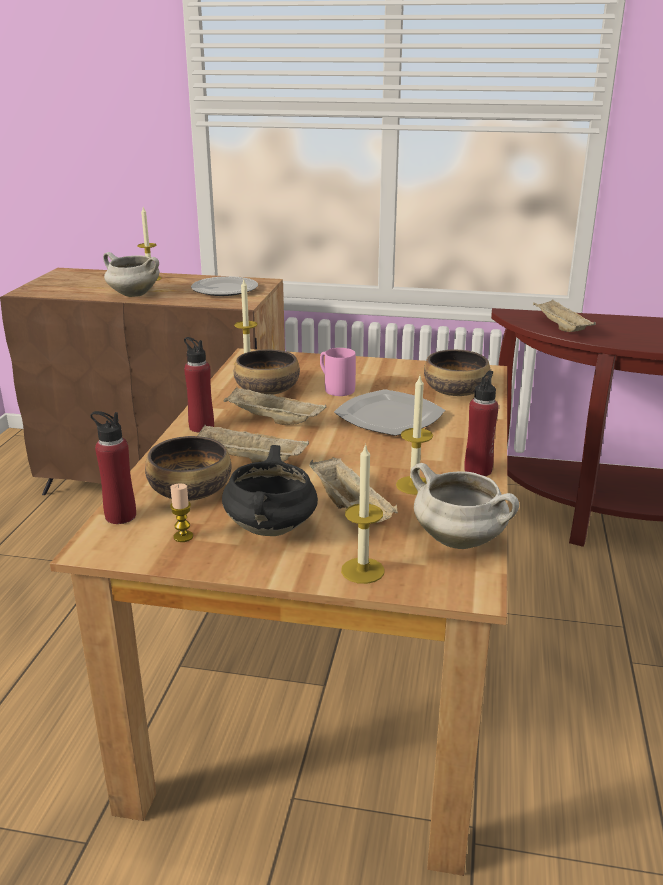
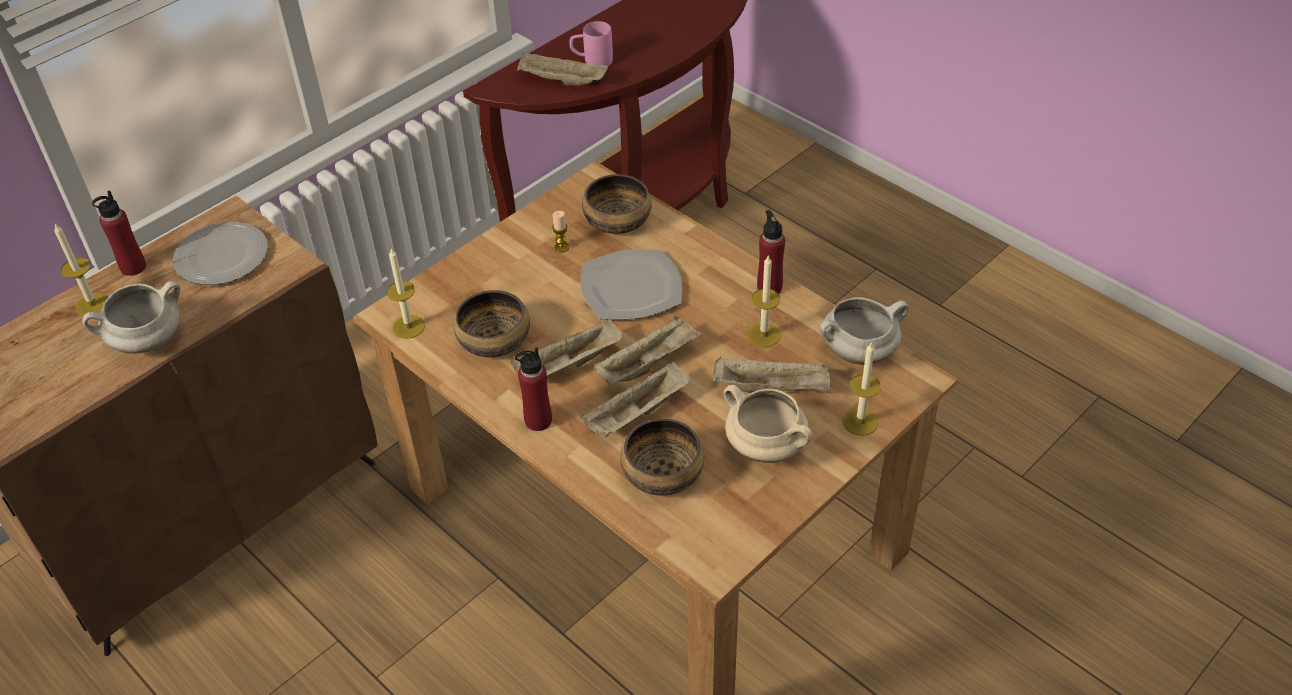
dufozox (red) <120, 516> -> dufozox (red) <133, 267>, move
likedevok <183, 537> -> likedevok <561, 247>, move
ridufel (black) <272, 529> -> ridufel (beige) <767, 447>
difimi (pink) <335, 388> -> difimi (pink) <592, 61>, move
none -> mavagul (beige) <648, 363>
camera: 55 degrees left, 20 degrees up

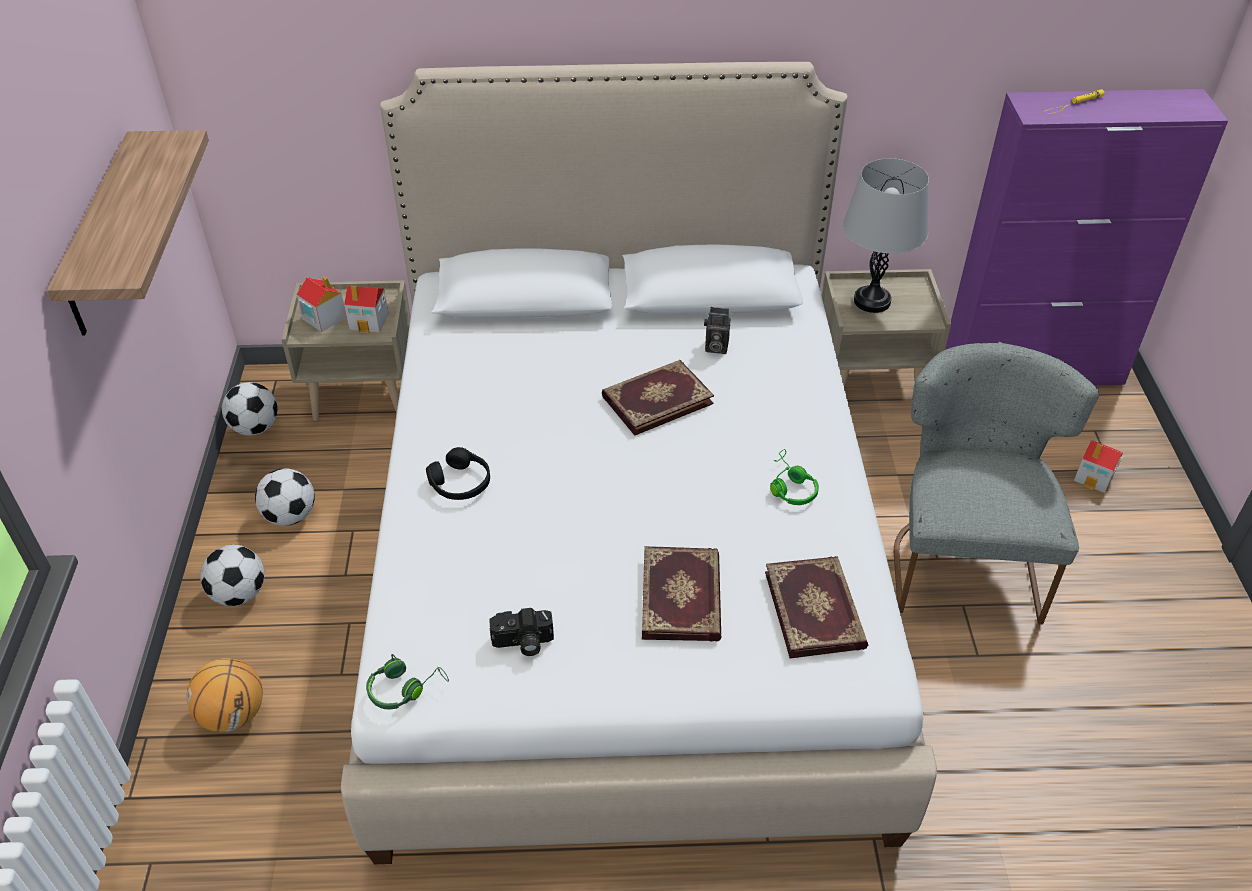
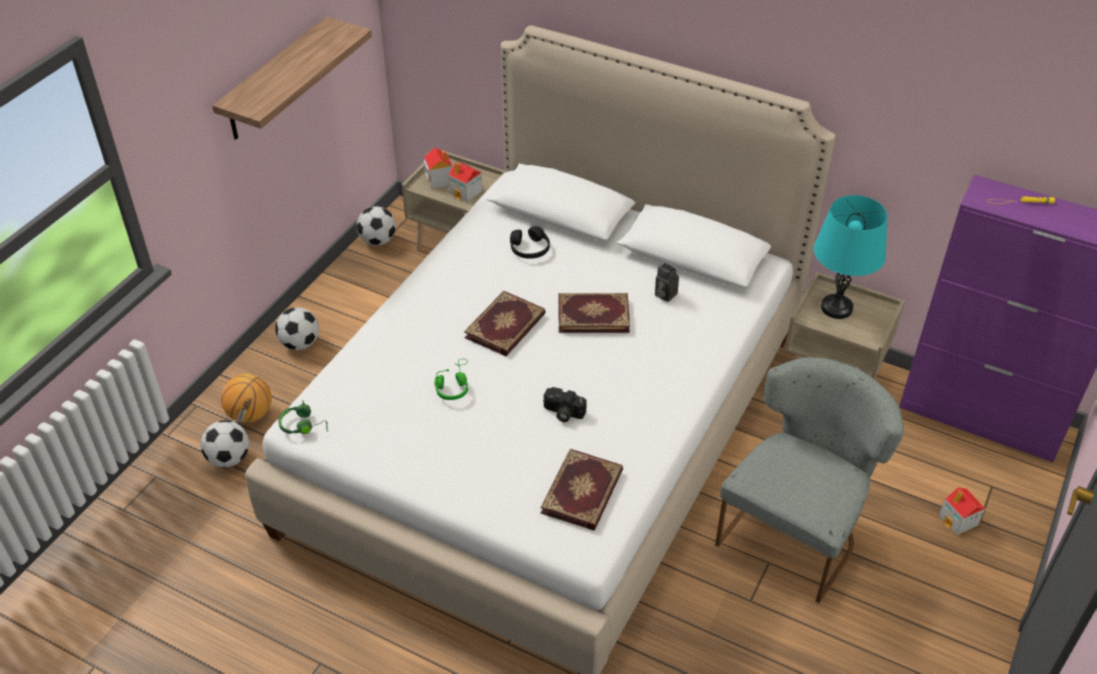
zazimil <290, 516> -> zazimil <229, 458>, move
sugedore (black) <460, 483> -> sugedore (black) <530, 249>, move
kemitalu <522, 643> -> kemitalu <562, 413>, move
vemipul <683, 597> -> vemipul <506, 326>, move
sugedore (green) <790, 487> -> sugedore (green) <453, 385>, move
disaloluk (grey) <872, 301> -> disaloluk (turquoise) <836, 308>
camera: 30 degrees right, 0 degrees up

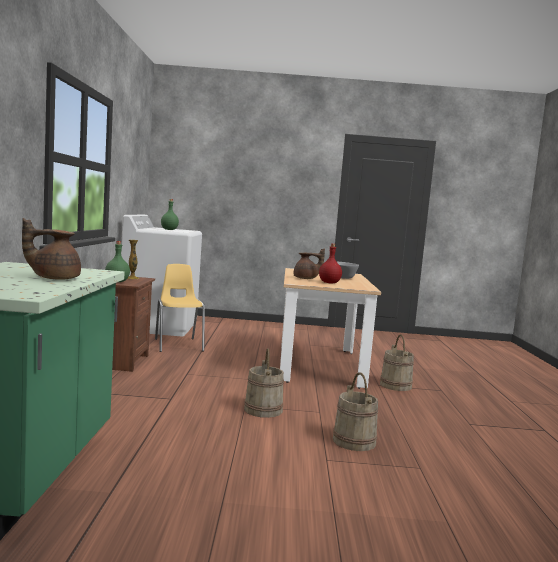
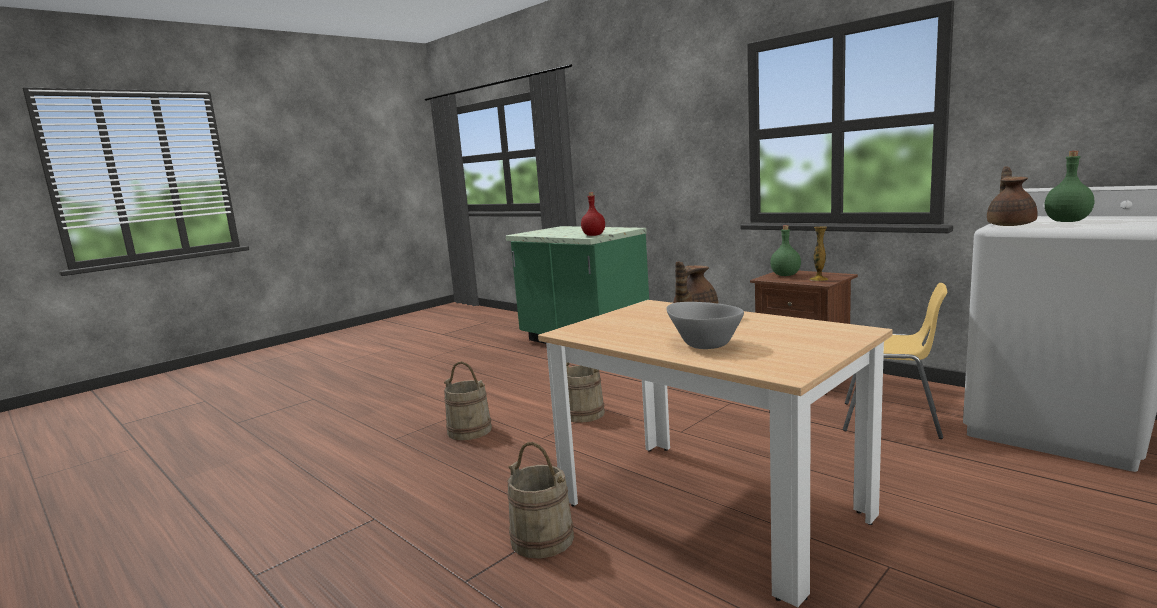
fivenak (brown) <54, 278> -> fivenak (brown) <1010, 225>, move
dufozox (red) <329, 283> -> dufozox (red) <594, 235>, move
camera: 135 degrees right, 5 degrees up

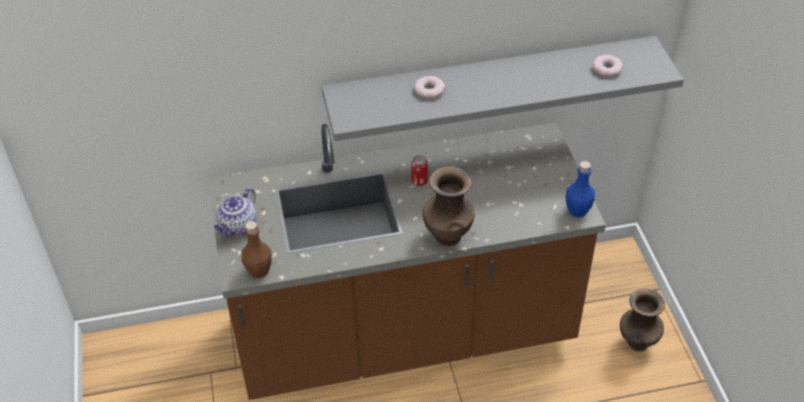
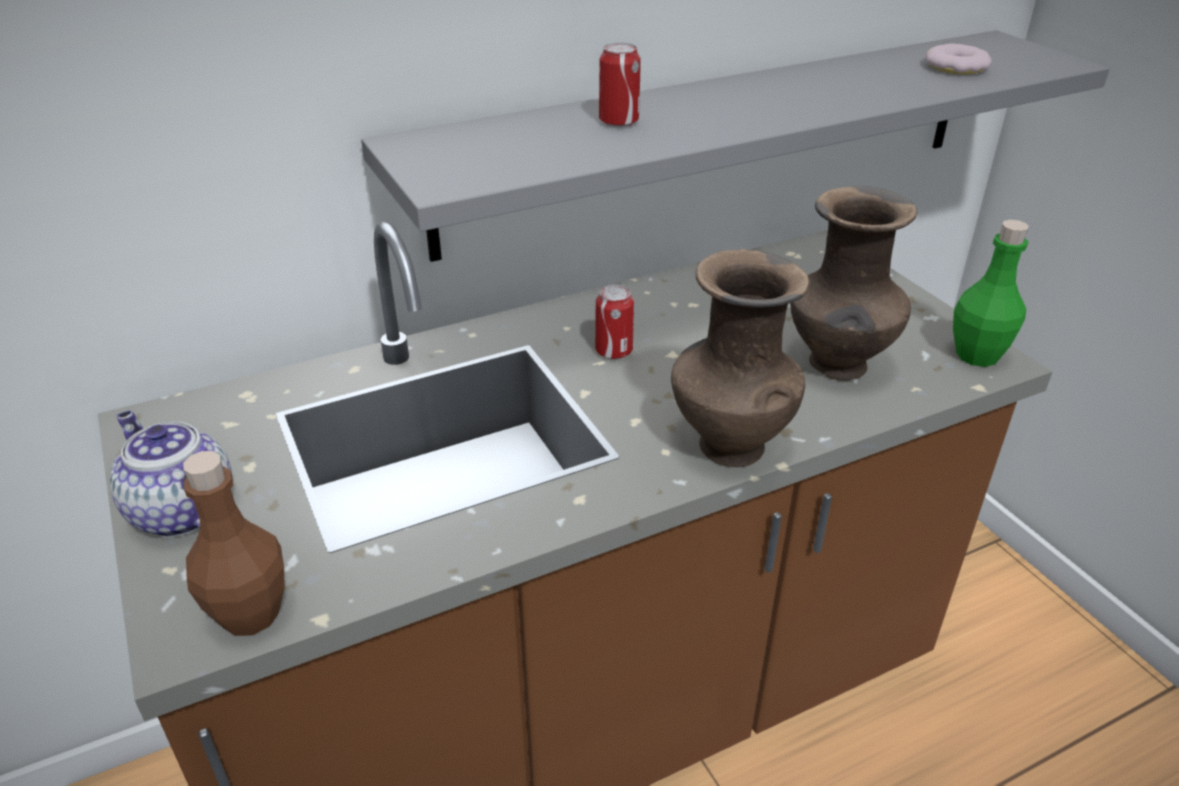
fivenak <238, 227> -> fivenak <180, 511>, 120 degrees clockwise
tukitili <429, 90> -> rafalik <618, 121>
dufozox (blue) <577, 210> -> dufozox (green) <977, 355>
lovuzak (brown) <637, 343> -> lovuzak (brown) <838, 366>, move
camera: 15 degrees left, 10 degrees down

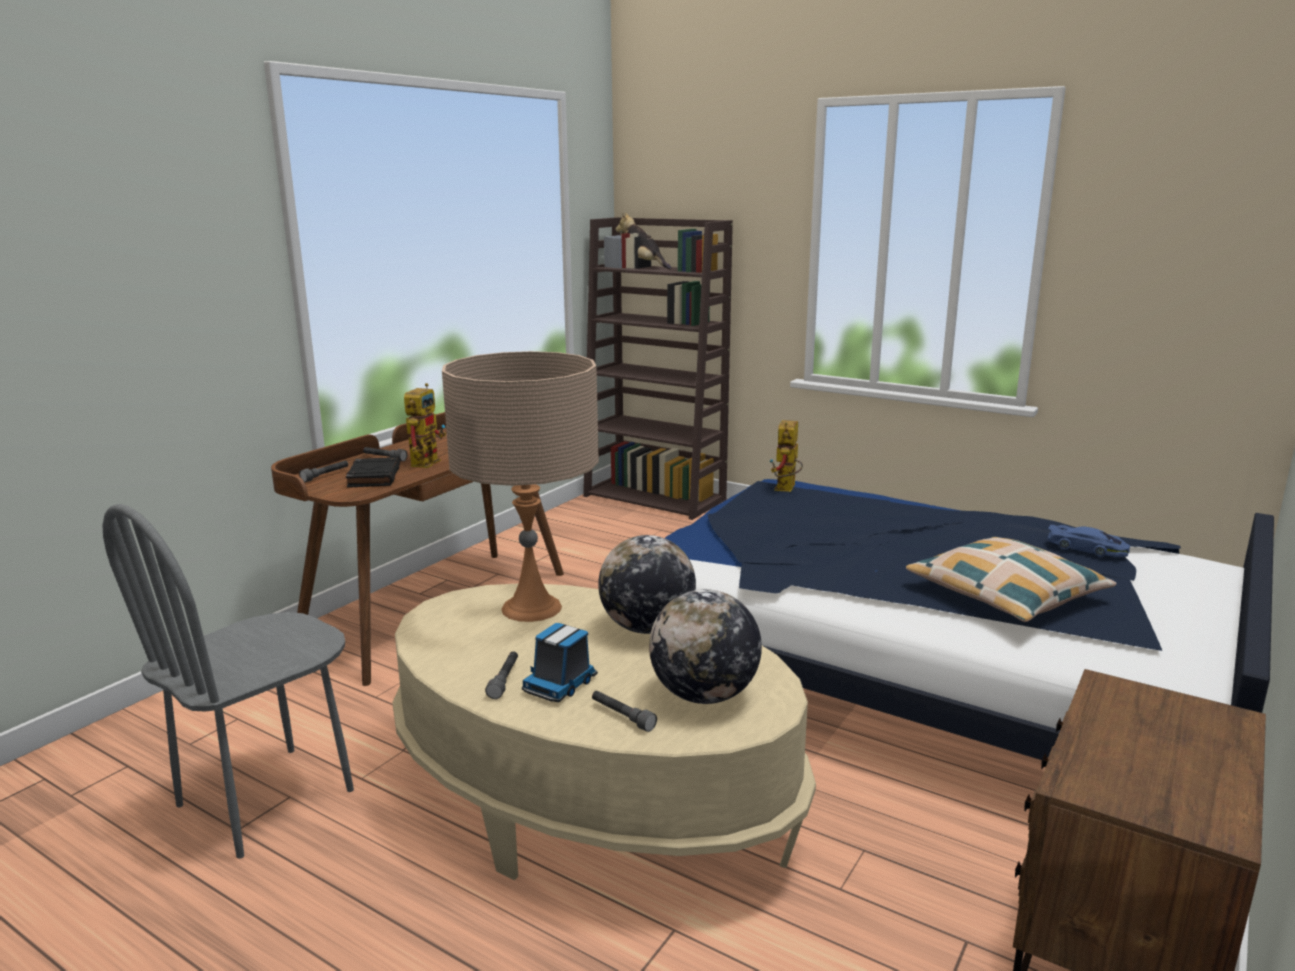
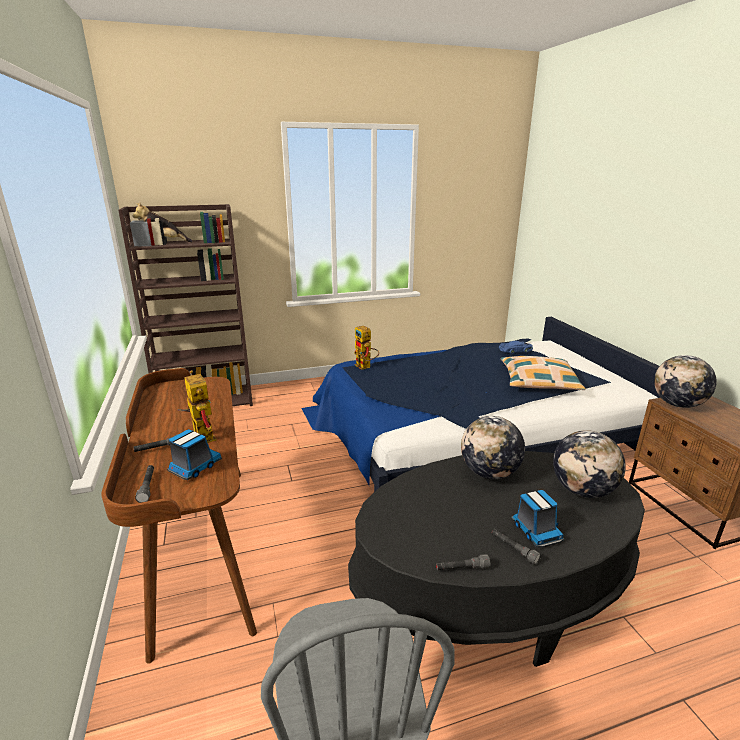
vemipul (black) <373, 477> -> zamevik <194, 467>
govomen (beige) <591, 797> -> govomen (black) <491, 588>
disaloluk (beige) <531, 608> -> none
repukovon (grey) <622, 717> -> repukovon (grey) <462, 568>, move
none -> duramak <677, 404>
camera: 50 degrees left, 5 degrees up

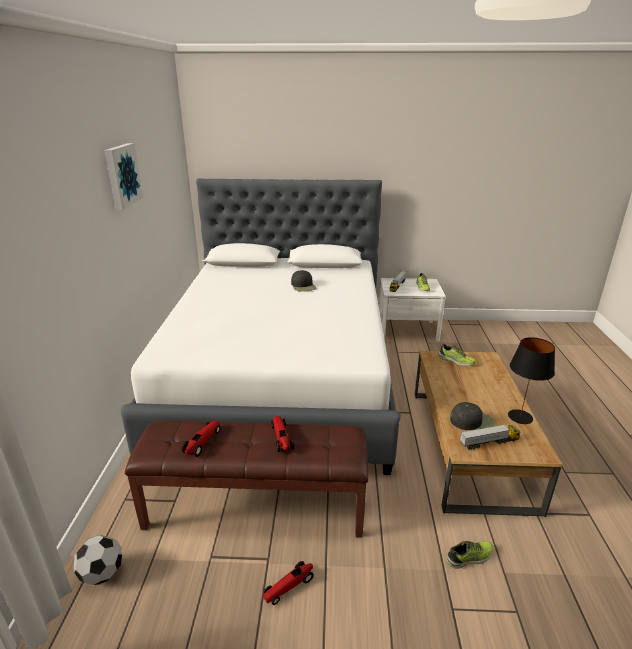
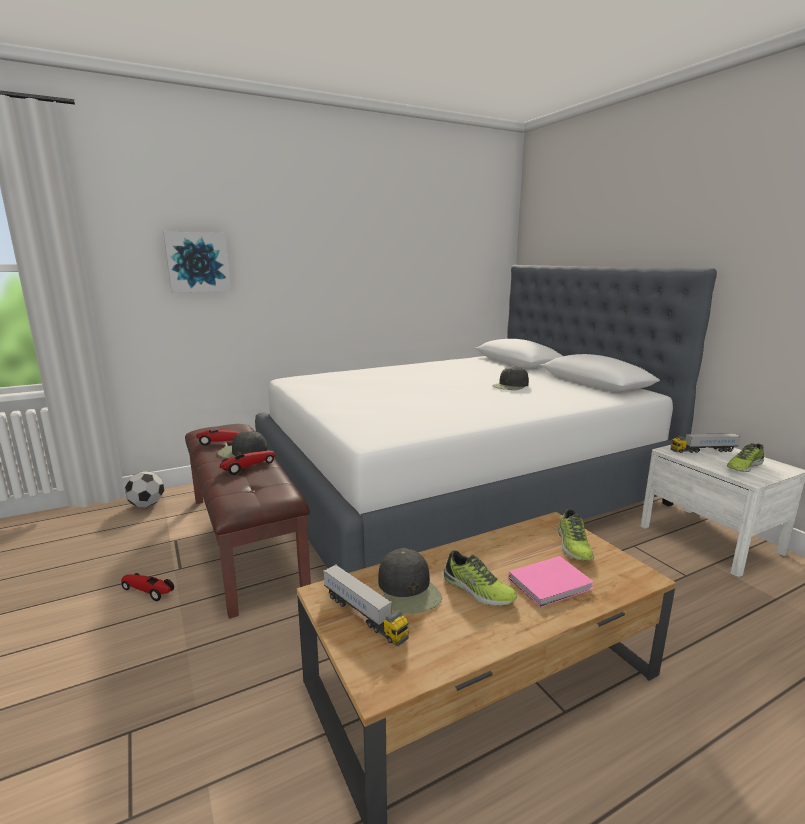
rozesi <121, 175> -> rozesi <198, 262>, move
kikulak <469, 557> -> kikulak <477, 590>, move
disaloluk (black) <520, 416> -> none
none -> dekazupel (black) <242, 452>
none -> vemipul (pink) <552, 583>
camera: 60 degrees right, 10 degrees down

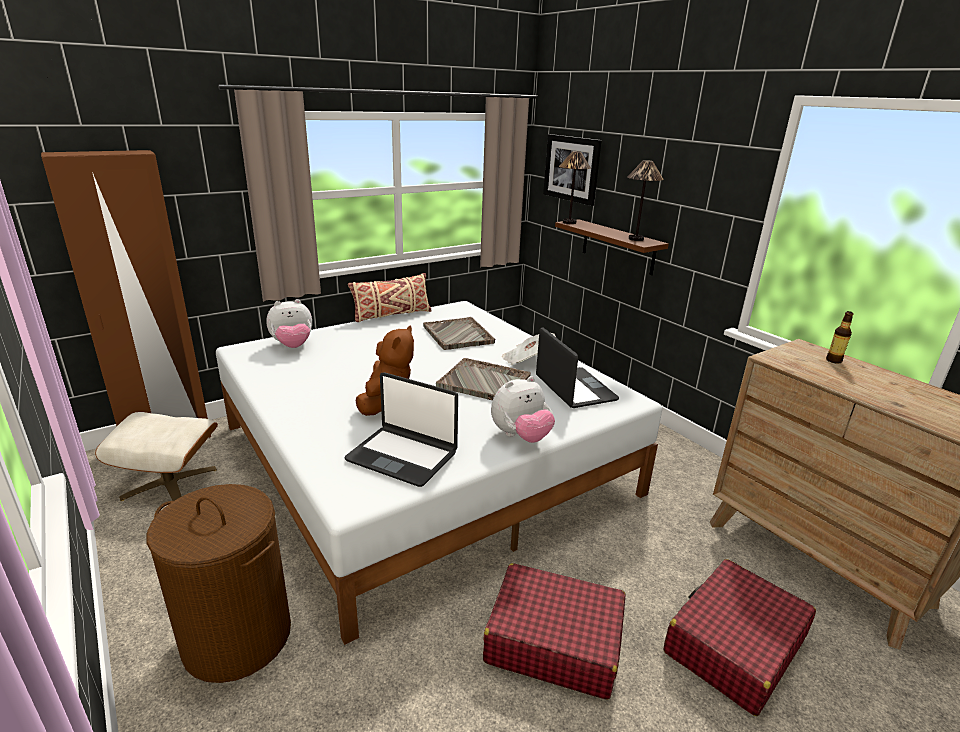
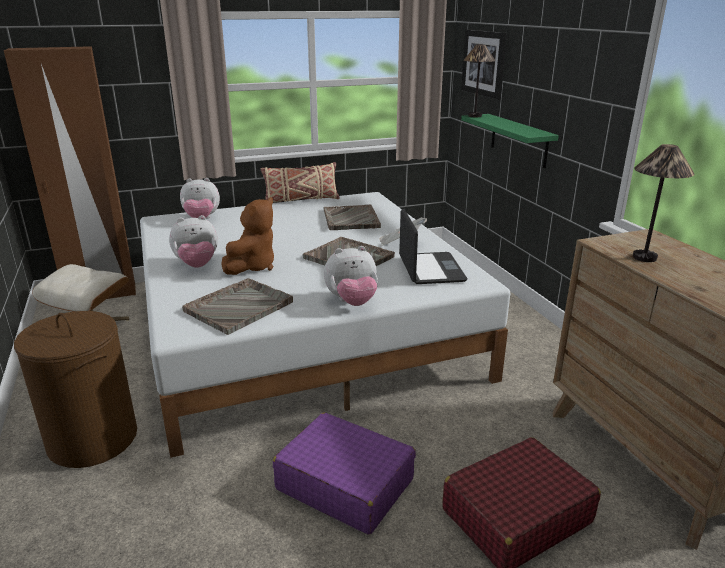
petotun <402, 456> -> mavagul (grey) <240, 306>
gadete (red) <553, 641> -> gadete (purple) <344, 484>
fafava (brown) <618, 247> -> fafava (green) <518, 140>
disaloluk <636, 239> -> disaloluk <644, 257>, move
dufozox <833, 360> -> none
none -> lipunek <197, 265>
camera: 15 degrees right, 0 degrees up

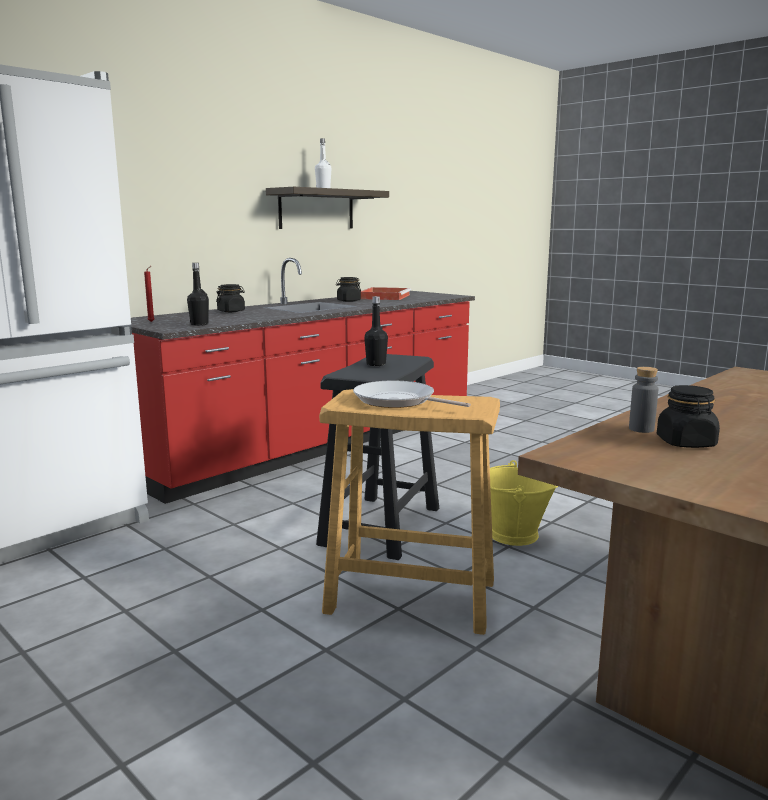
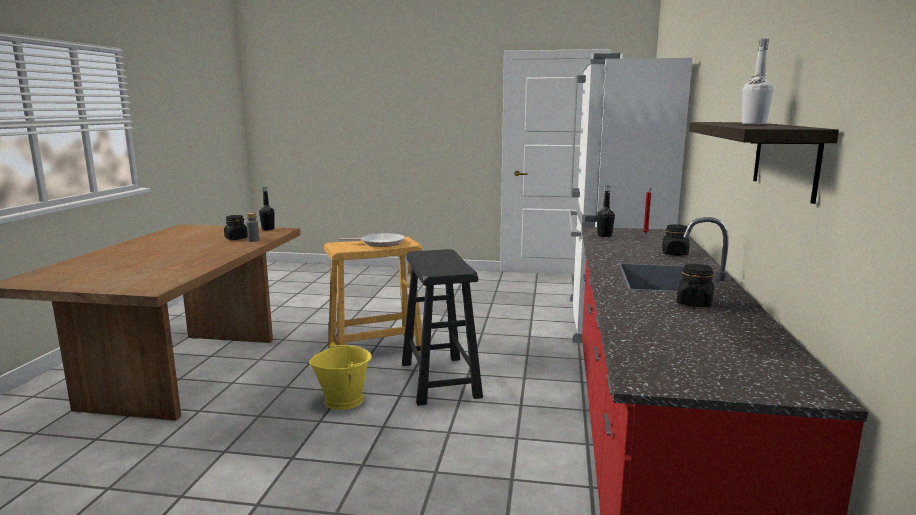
mavagul (red) <385, 296> -> none
dufozox (black) <376, 364> -> dufozox (black) <268, 229>, move
camera: 145 degrees right, 0 degrees up

